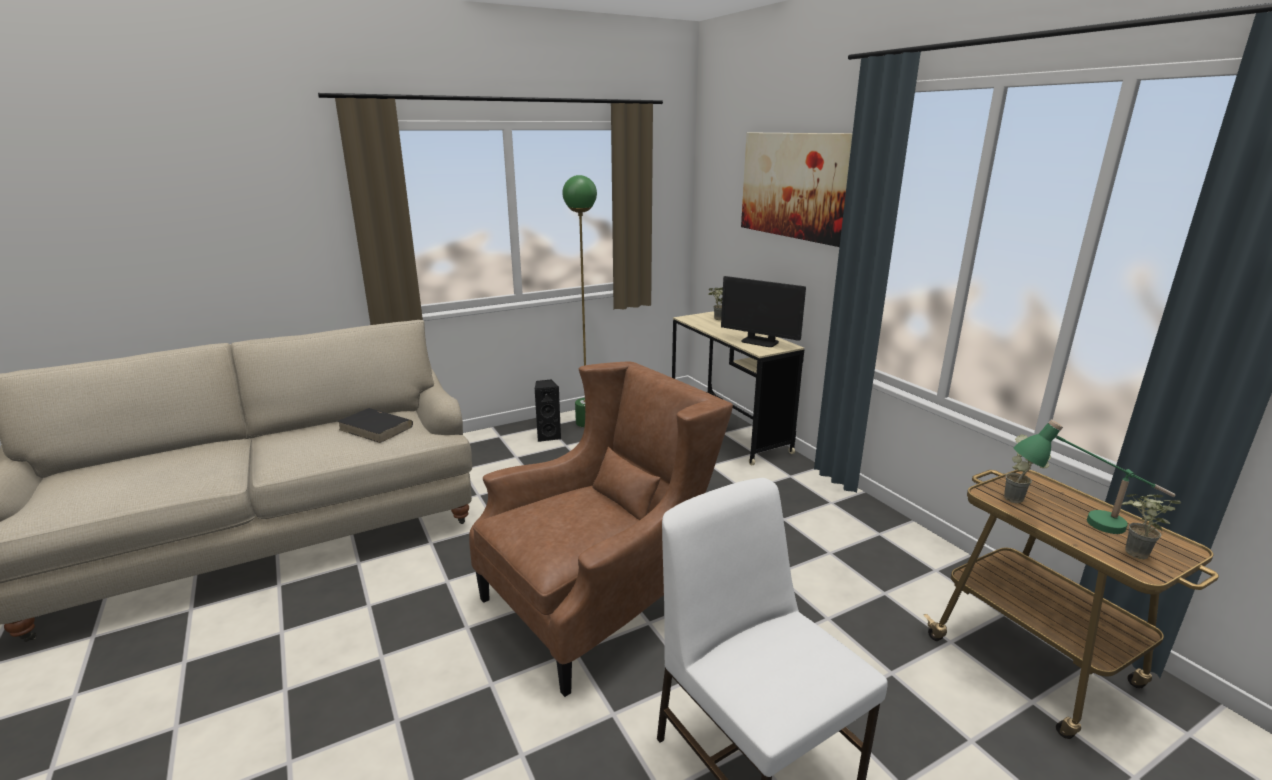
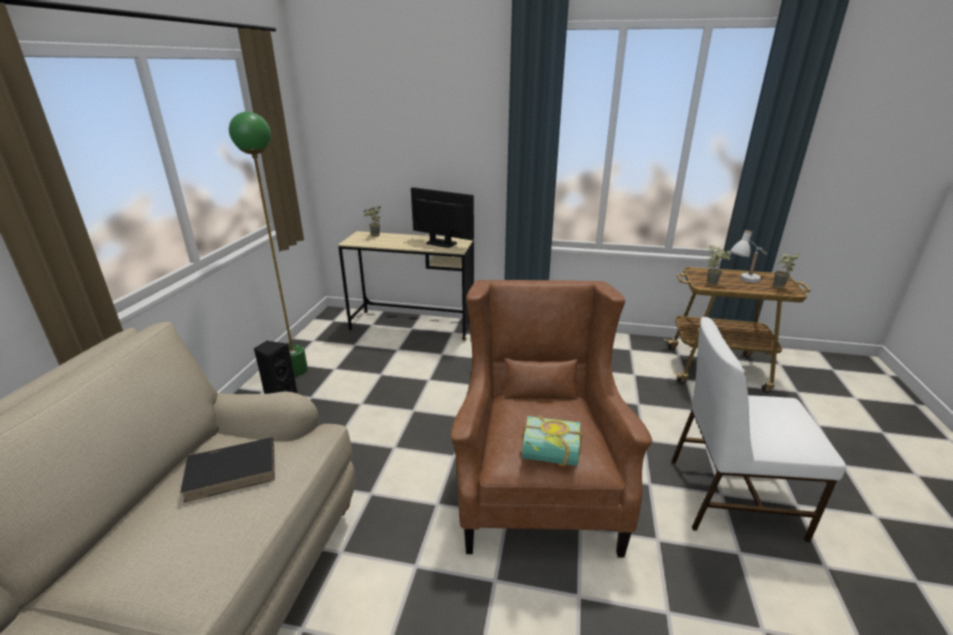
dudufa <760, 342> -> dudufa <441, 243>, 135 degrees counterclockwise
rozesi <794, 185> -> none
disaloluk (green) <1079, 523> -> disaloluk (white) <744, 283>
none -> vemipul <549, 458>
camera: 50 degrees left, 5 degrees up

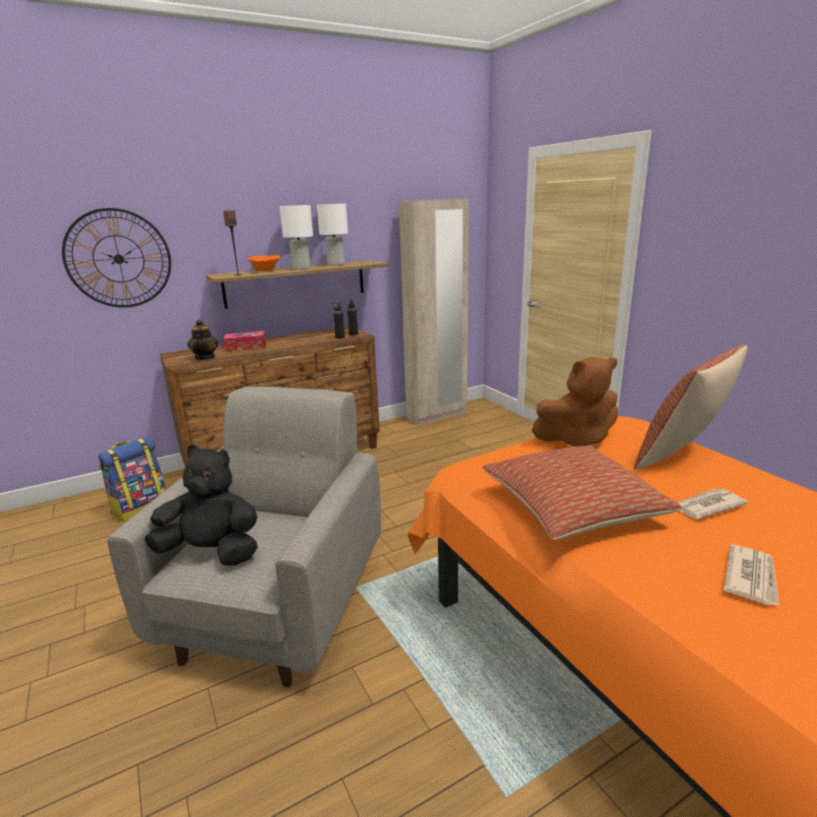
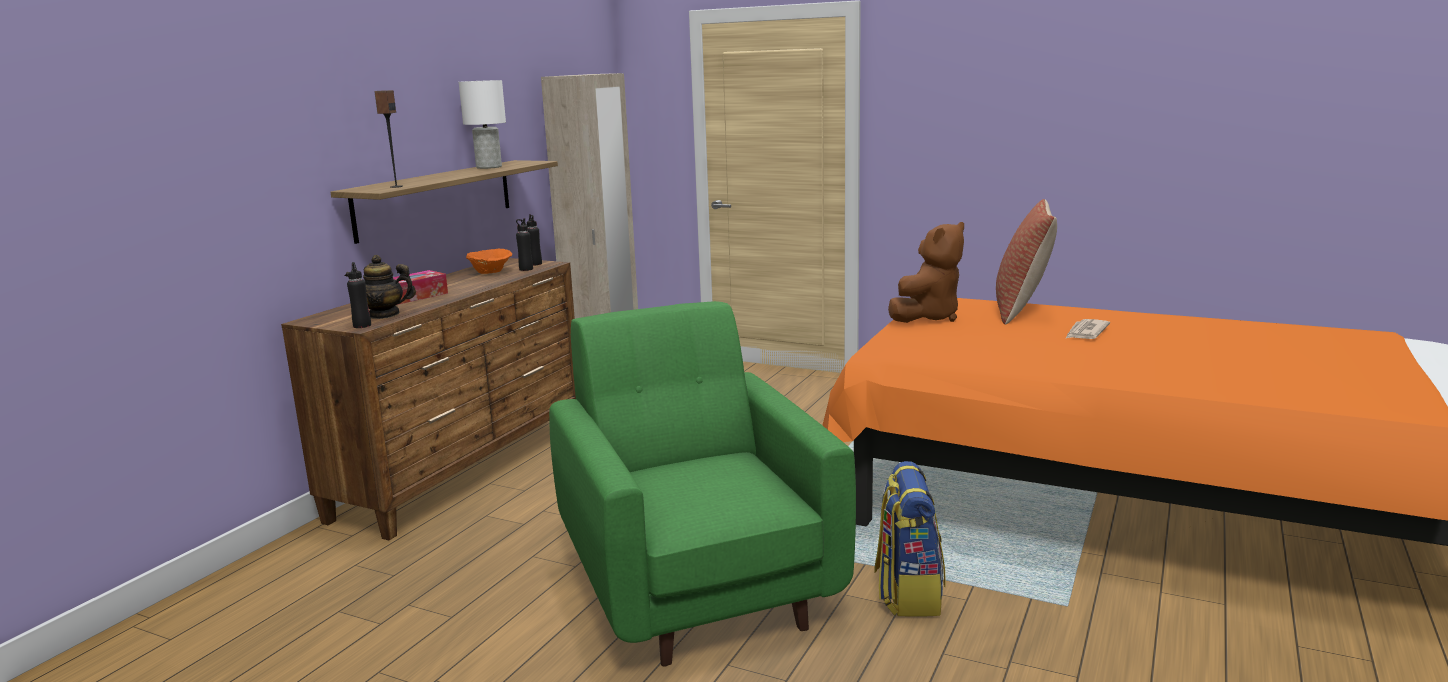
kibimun <119, 259> -> none
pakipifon <140, 507> -> pakipifon <908, 593>, move
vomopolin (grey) <279, 606> -> vomopolin (green) <697, 586>
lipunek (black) <212, 552> -> none
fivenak <205, 357> -> fivenak <384, 315>, 135 degrees clockwise
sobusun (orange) <266, 271> -> sobusun (orange) <491, 272>, move
disaloluk (white) <301, 268> -> none
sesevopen <572, 507> -> none
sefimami <751, 577> -> none
none -> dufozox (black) <362, 325>
camera: 35 degrees left, 5 degrees down

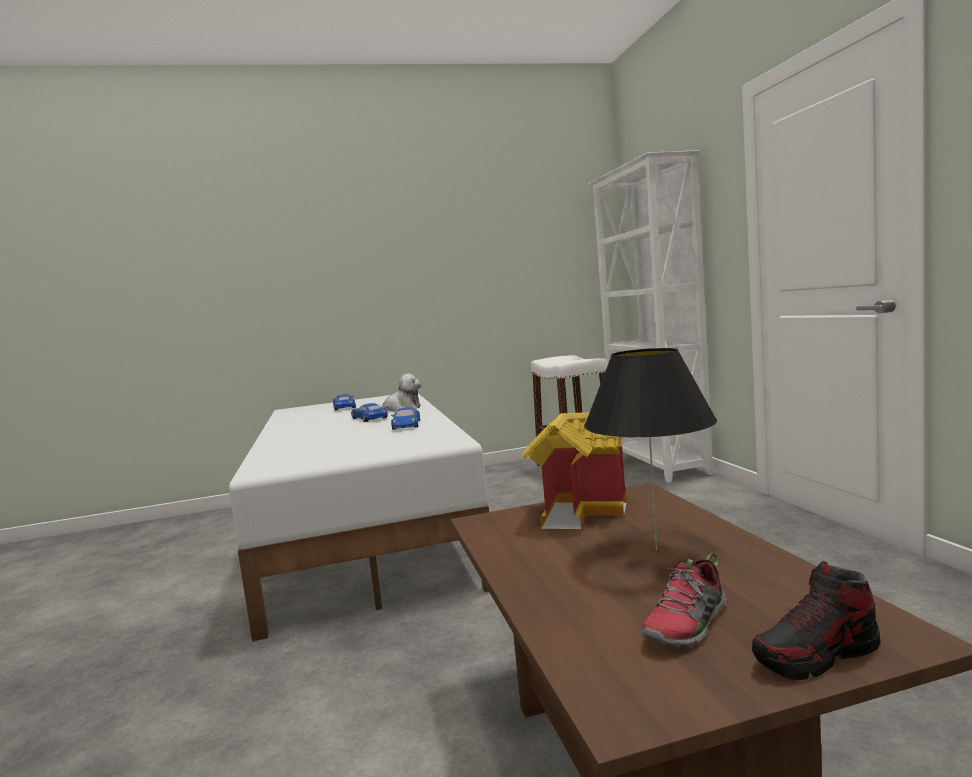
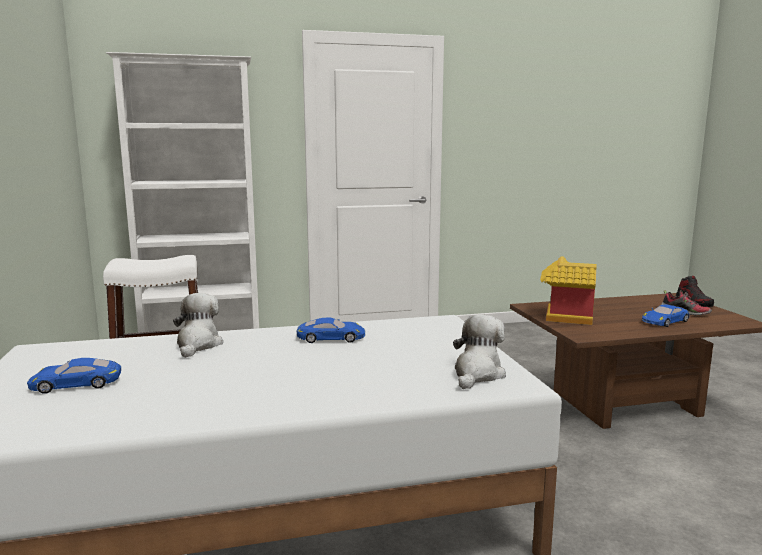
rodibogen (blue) <369, 418> -> rodibogen (blue) <665, 321>, move
disaloluk (black) <657, 549> -> none
none -> lipunek <477, 374>
camera: 90 degrees left, 5 degrees up

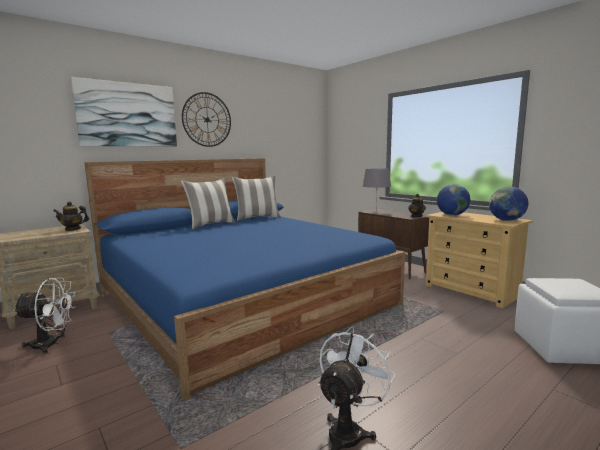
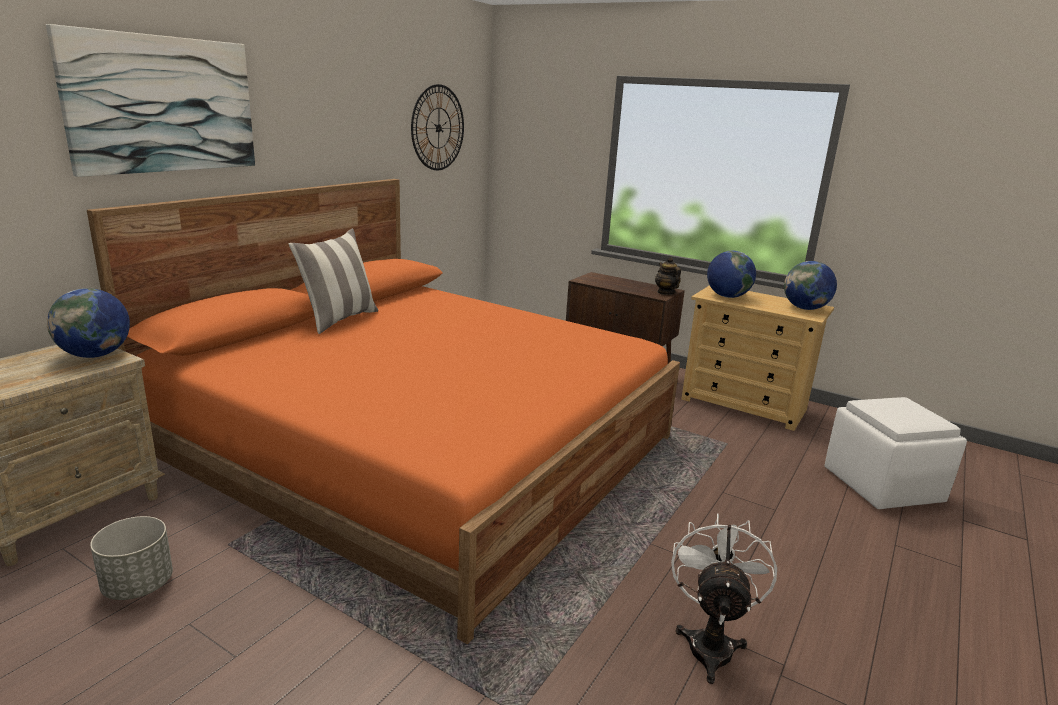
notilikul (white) <51, 344> -> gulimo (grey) <138, 585>
fivenak <73, 229> -> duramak <95, 355>
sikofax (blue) <242, 297> -> sikofax (orange) <419, 447>
kibimun <207, 120> -> kibimun <438, 128>, move
sesevopen <257, 218> -> none
disaloluk (grey) <376, 211> -> none
camera: 20 degrees left, 10 degrees up

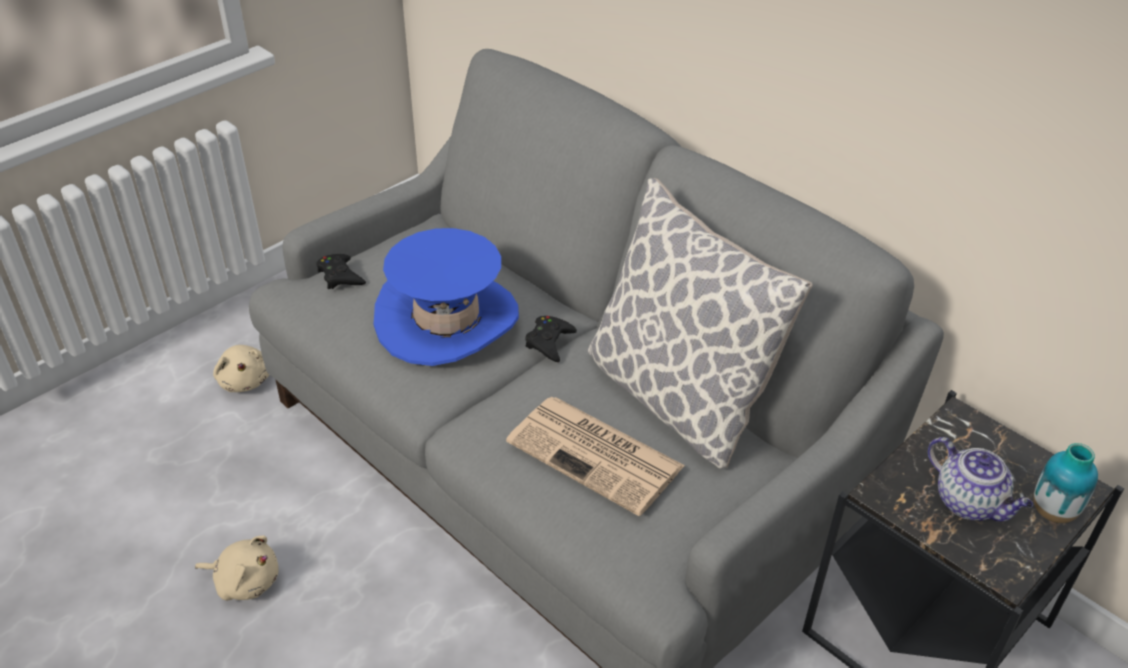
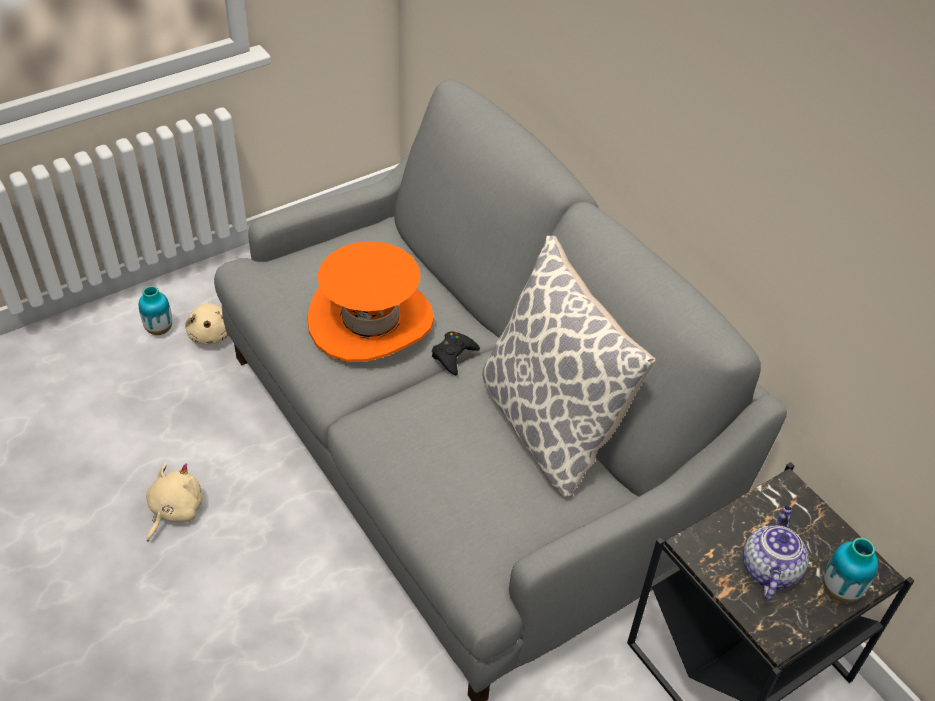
lipunek (beige) <245, 581> -> lipunek (beige) <174, 510>, 90 degrees counterclockwise
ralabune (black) <340, 276> -> none
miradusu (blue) <446, 319> -> miradusu (orange) <370, 320>
sefimami <597, 455> -> none
fivenak <970, 503> -> fivenak <769, 568>, 135 degrees counterclockwise
none -> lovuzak <159, 329>
camera: 10 degrees right, 5 degrees up

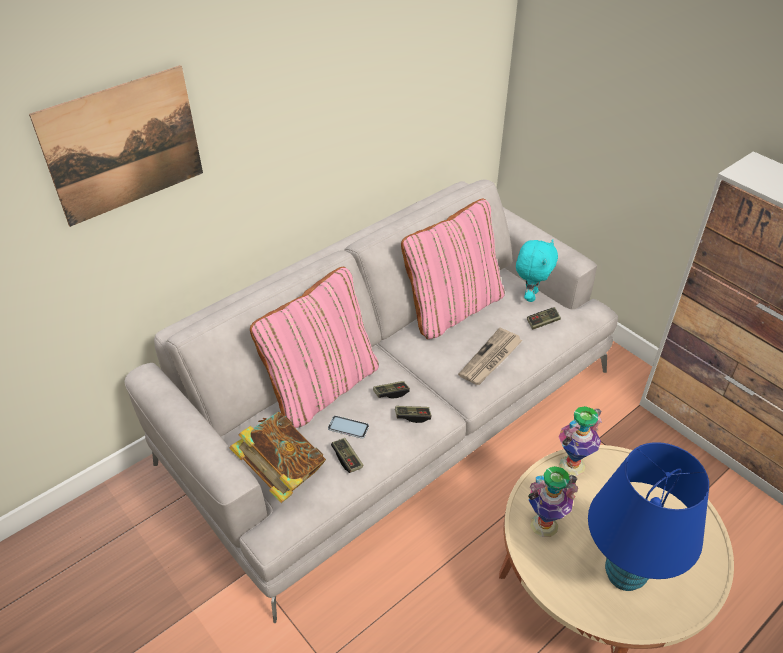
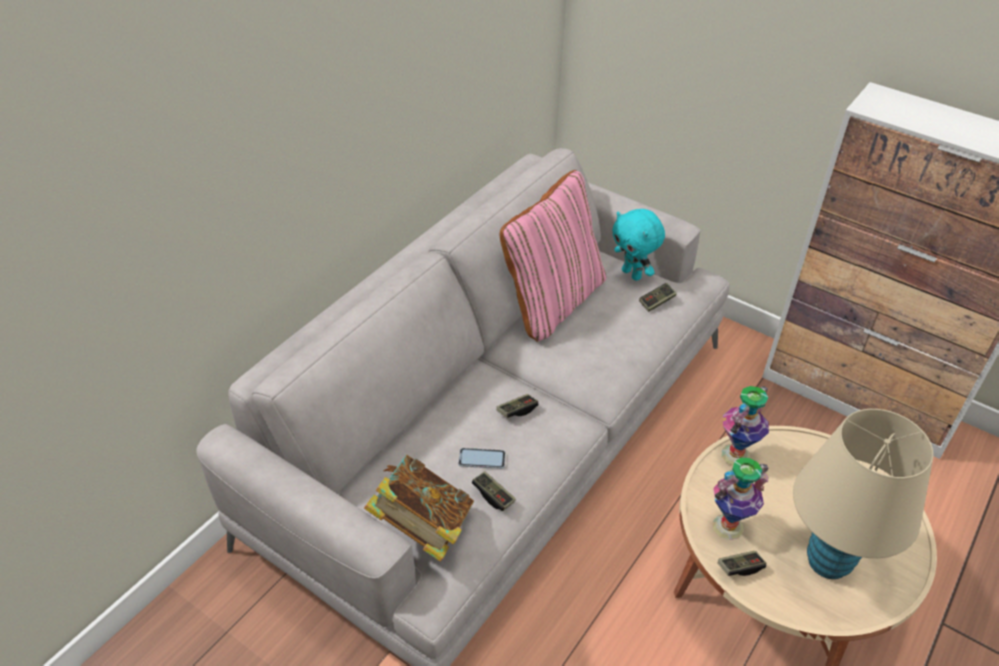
rozesi <124, 145> -> none
sesevopen (pink) <322, 387> -> none
ralabune <412, 416> -> ralabune <740, 567>, move
sefimami <490, 359> -> none
lipunek (turquoise) <530, 295> -> lipunek (turquoise) <632, 274>, 135 degrees clockwise
disaloluk (blue) <624, 574> -> disaloluk (beige) <828, 561>
camera: 15 degrees left, 0 degrees up

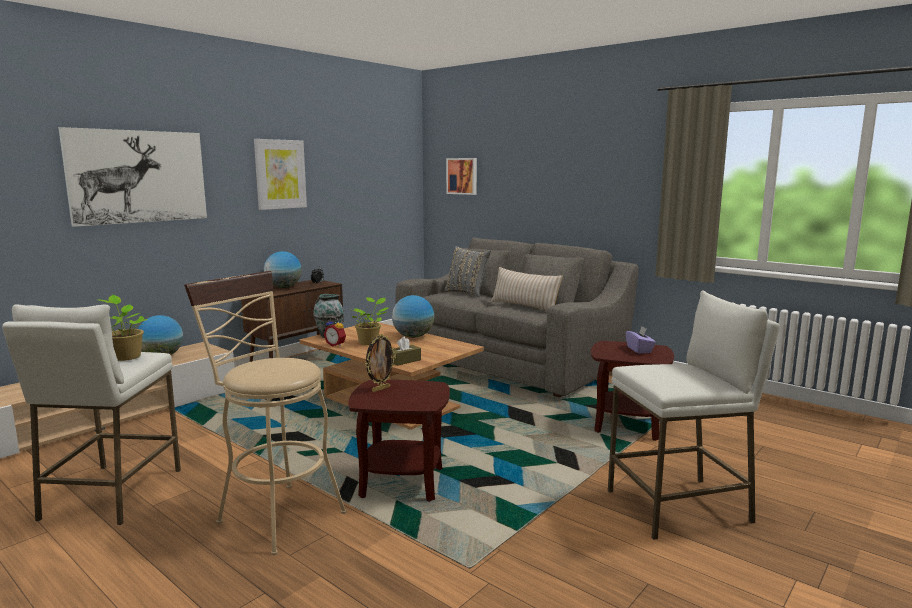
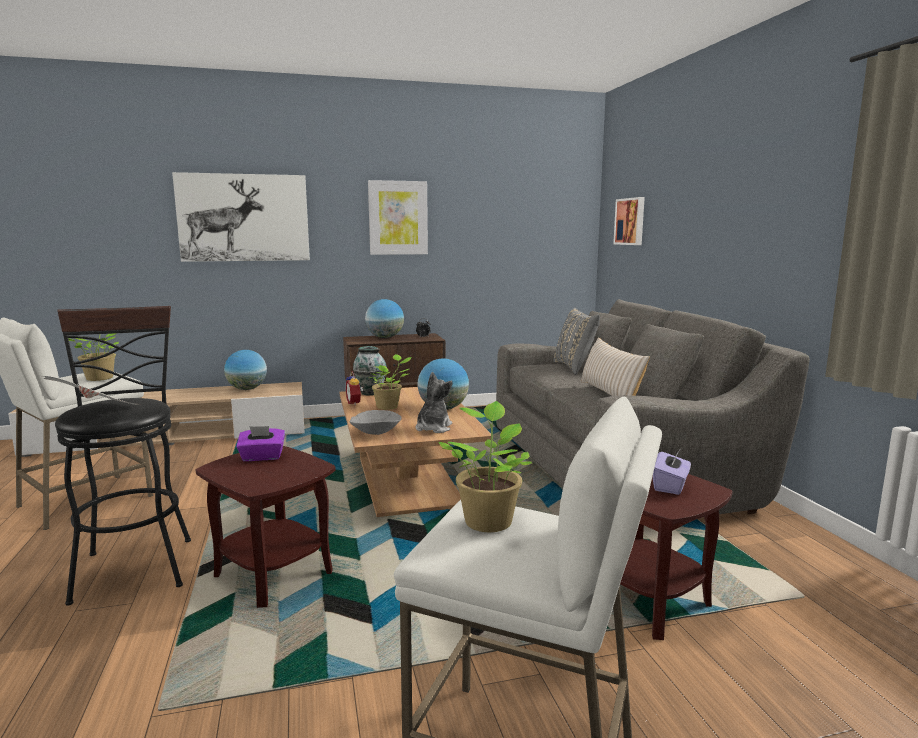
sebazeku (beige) <275, 513> -> sebazeku (black) <135, 563>
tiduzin <380, 389> -> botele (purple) <262, 457>
botele (brown) <404, 361> -> sobusun (grey) <376, 433>
none -> sefimami <95, 412>
none -> lipunek <433, 428>
none -> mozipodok <488, 520>
camera: 35 degrees right, 0 degrees up

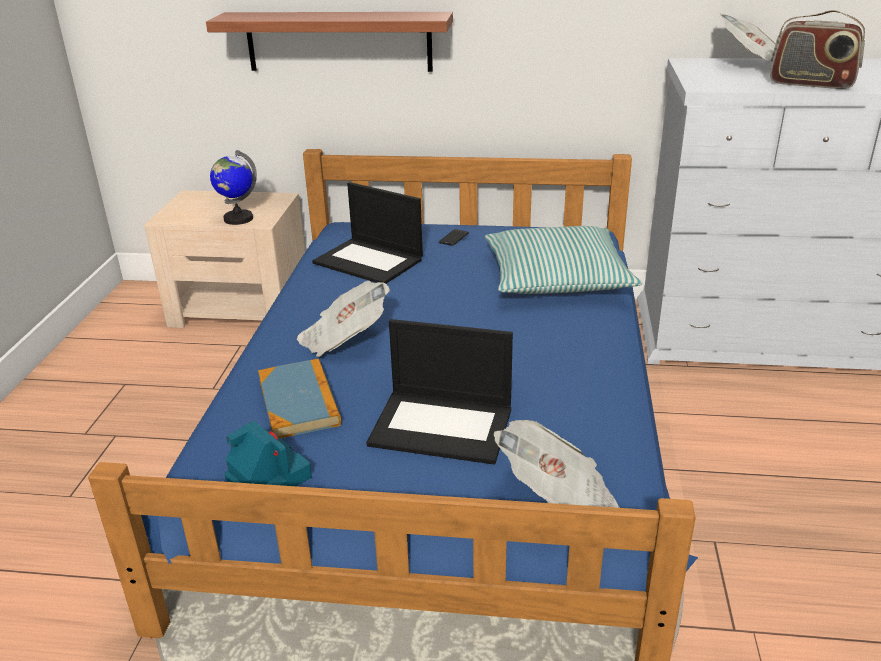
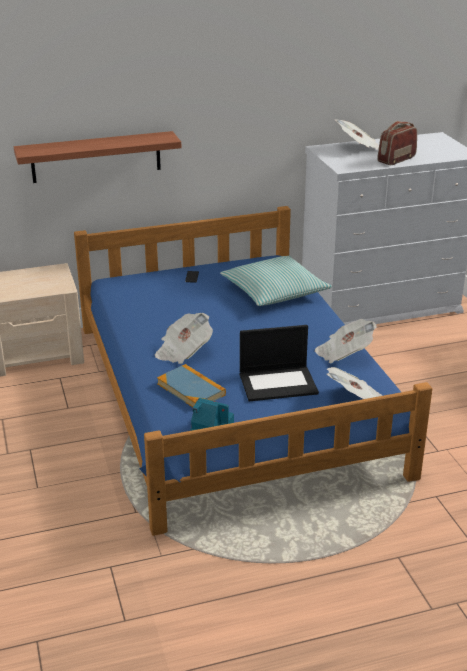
duramak <238, 219> -> none
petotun <369, 261> -> none
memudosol <811, 83> -> memudosol <396, 159>, 135 degrees clockwise
none -> sefimami <344, 354>
camera: 25 degrees left, 0 degrees up

